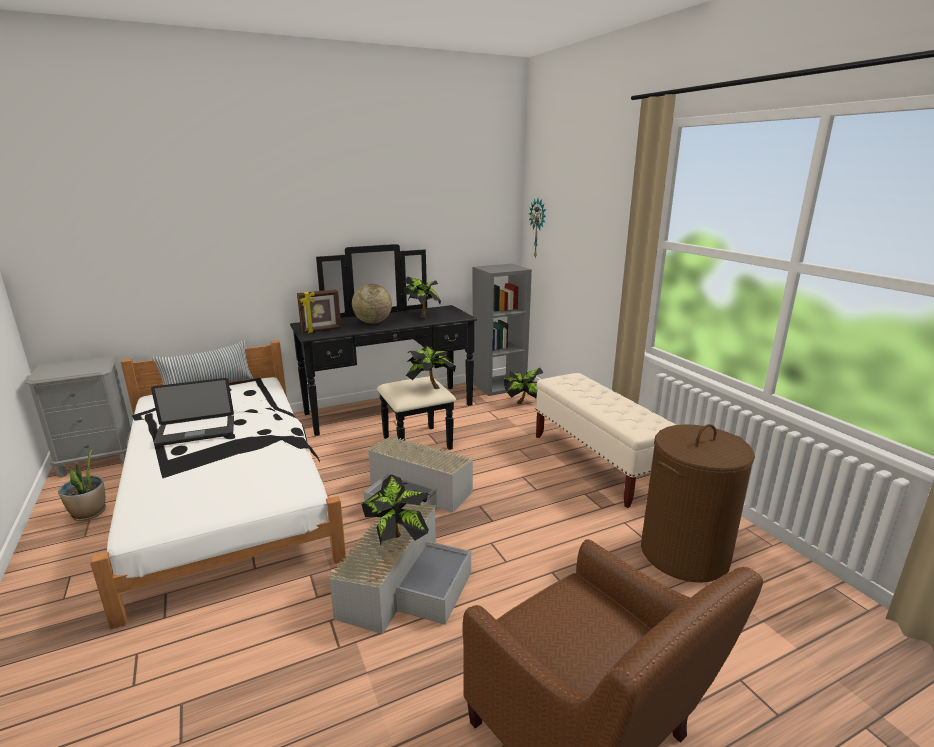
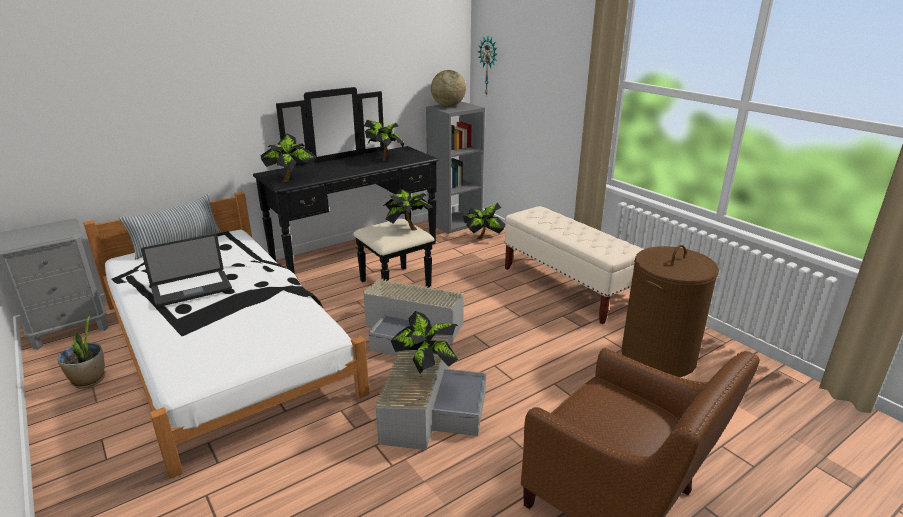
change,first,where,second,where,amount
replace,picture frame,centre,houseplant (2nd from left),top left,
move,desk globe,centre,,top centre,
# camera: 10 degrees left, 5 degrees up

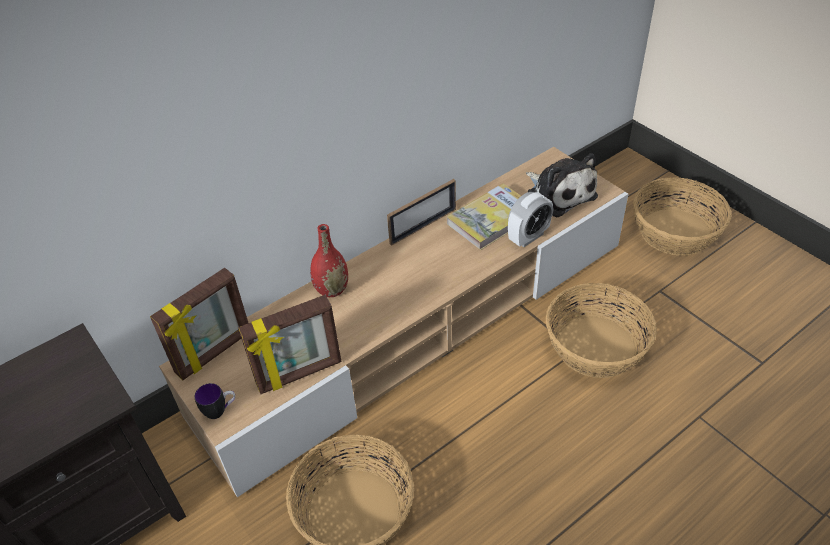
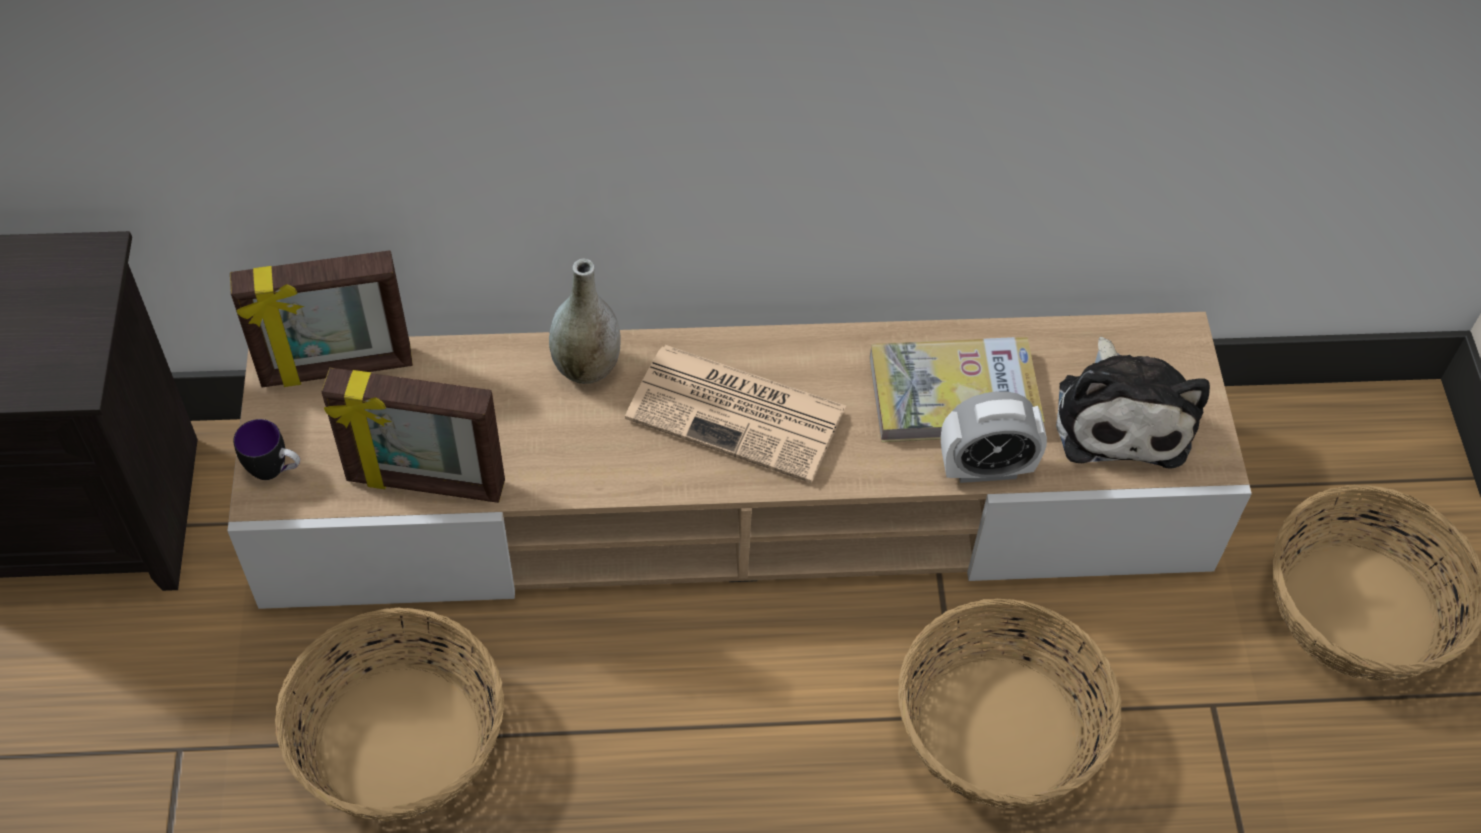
change,first,where,second,where,amount
recolor,red-coloured flower vase,centre,gray flower vase,centre,
insert,,,printed paper,centre,
delete,picture frame (3rd from left),centre,,,
# camera: 30 degrees right, 10 degrees up

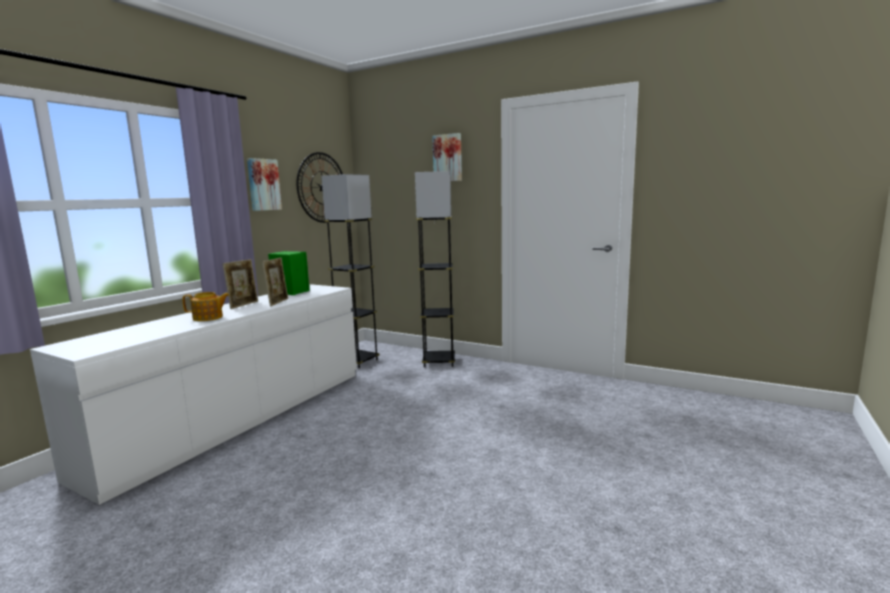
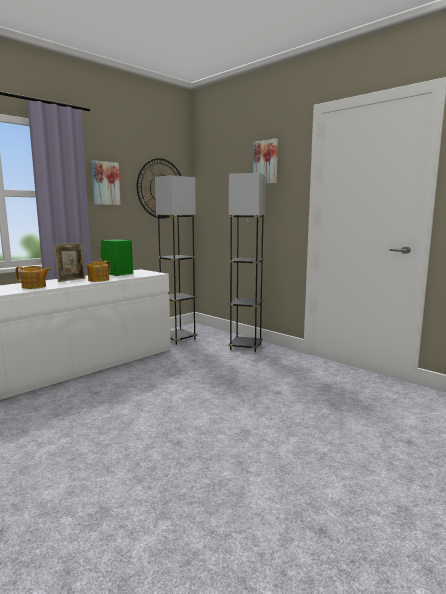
change,first,where,second,where,amount
replace,picture frame (2nd from left),middle left,tea pot (2nd from left),middle left,
# camera: 15 degrees right, 0 degrees up

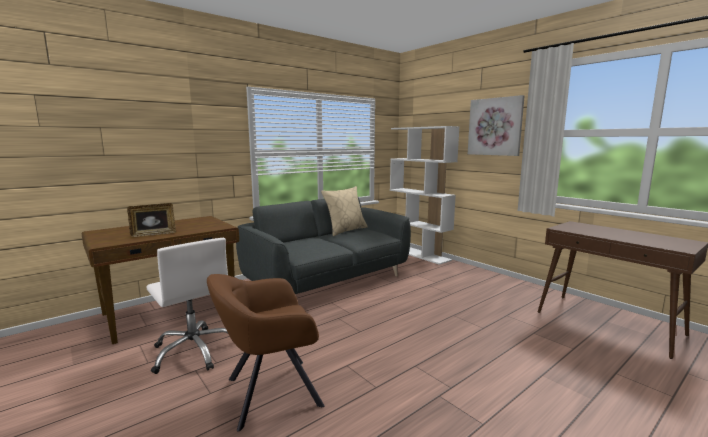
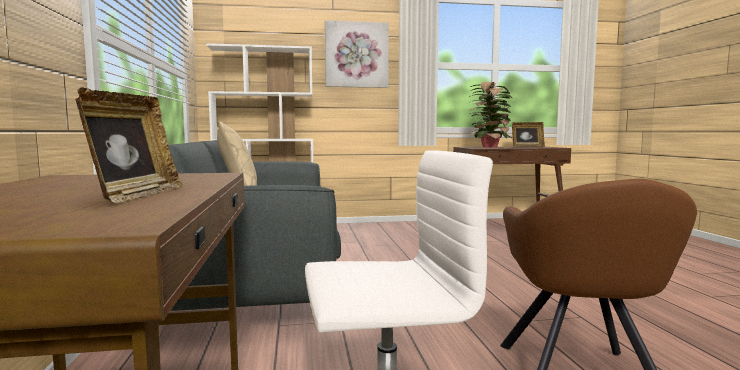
change,first,where,second,where,amount
insert,,,houseplant,top centre,
insert,,,picture frame (2nd from left),middle right,
# camera: 60 degrees left, 5 degrees down

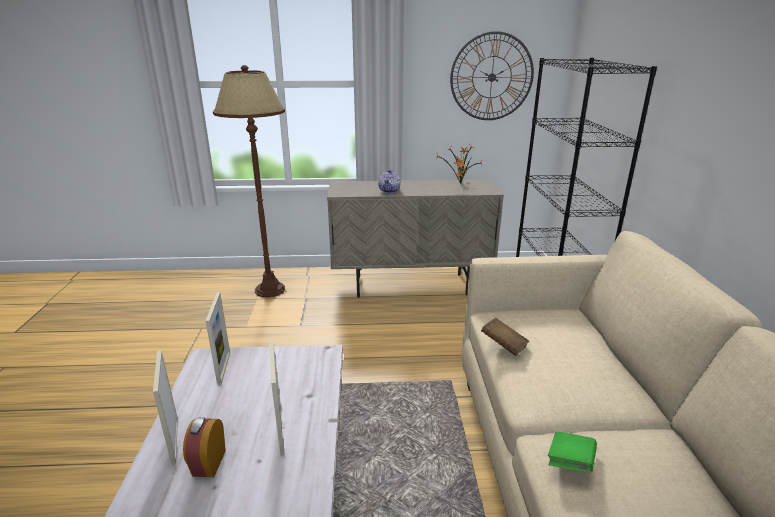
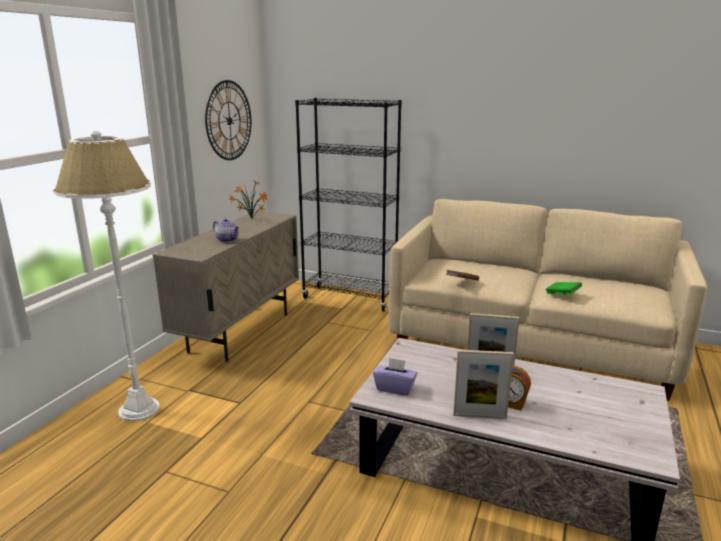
change,first,where,second,where,amount
recolor,brown-coloured standing lamp,middle left,whitish standing lamp,middle left,
replace,picture frame (2nd from left),middle left,purple tissue holder,bottom centre,
# camera: 65 degrees left, 5 degrees down

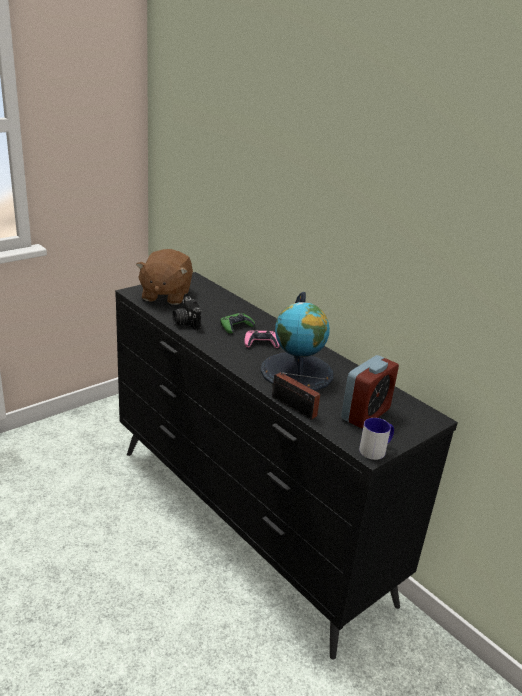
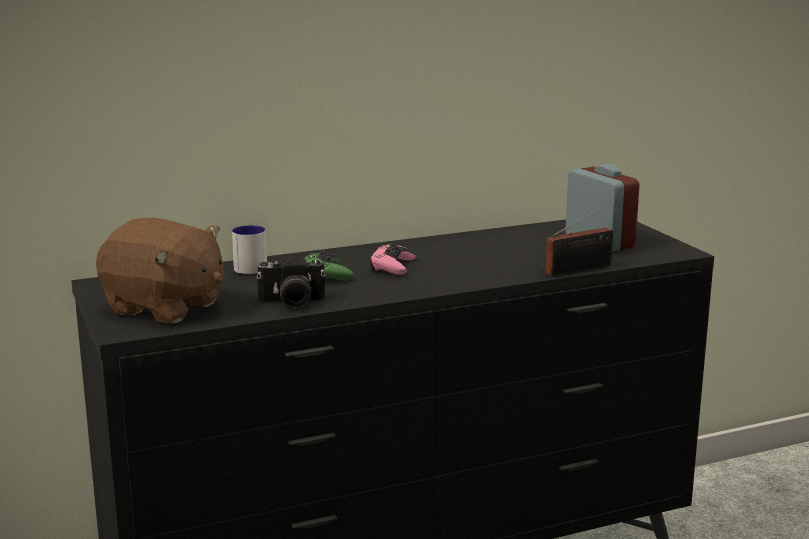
change,first,where,second,where,amount
move,coffee mug,middle right,,middle left,
delete,desk globe,centre,,,
# camera: 70 degrees left, 10 degrees down

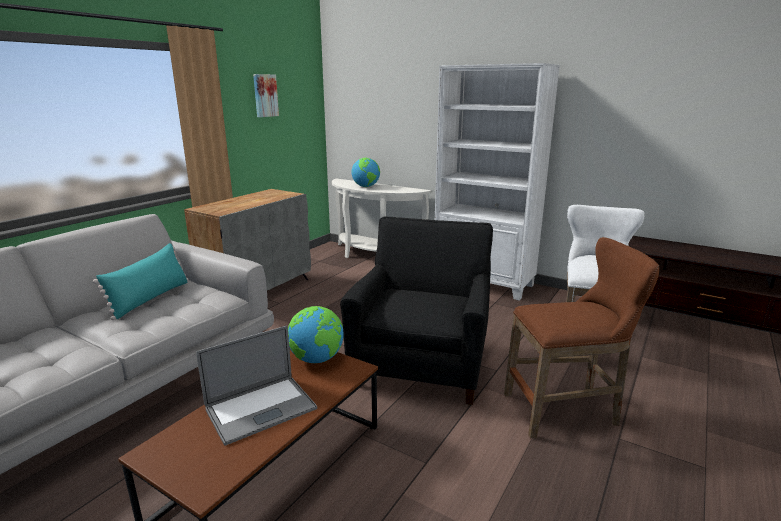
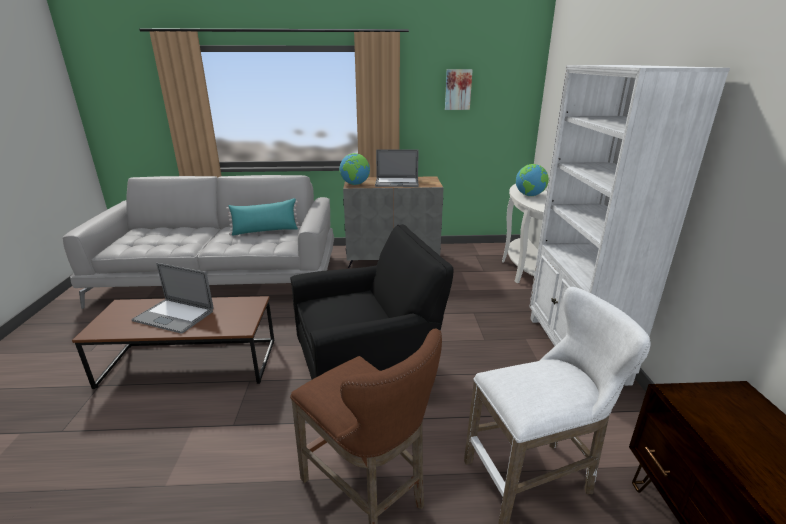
change,first,where,second,where,amount
move,desk globe (1st from left),centre,,top centre,
insert,,,laptop (2nd from left),top centre,
# camera: 55 degrees right, 5 degrees up

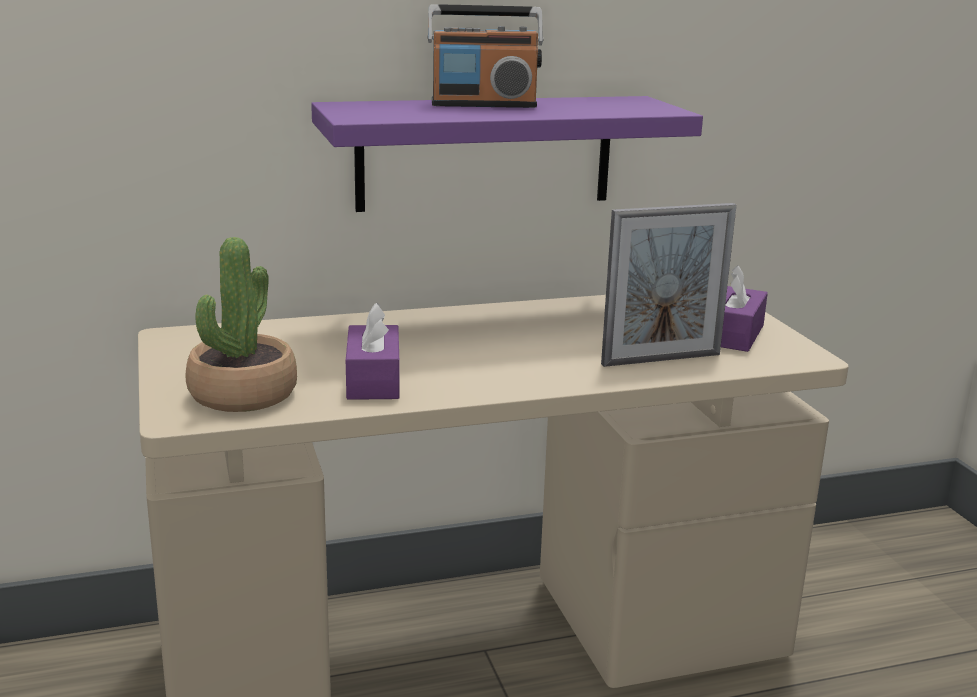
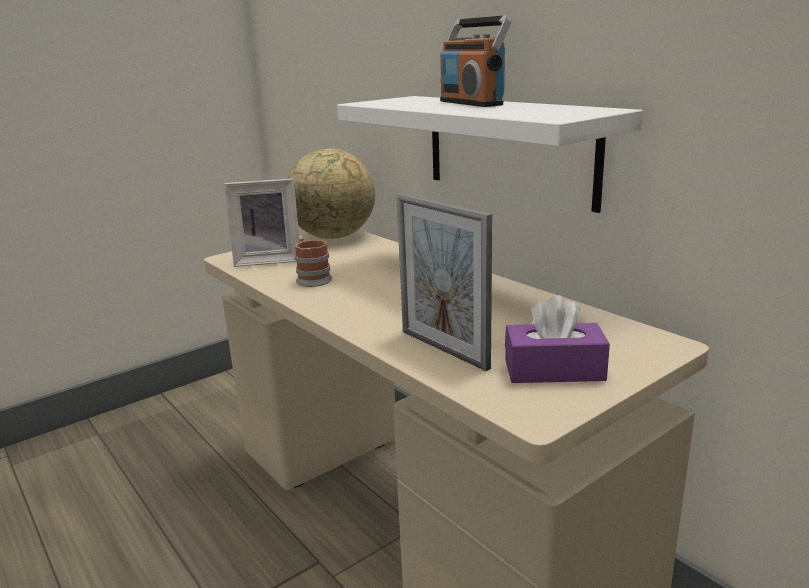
change,first,where,second,where,amount
replace,houseplant,middle left,picture frame (1st from left),middle left,
insert,,,desk globe,top centre,
replace,purple tissue holder (1st from left),centre,coffee mug,centre,
recolor,purple shelf,top centre,whitish shelf,top centre,
# camera: 70 degrees right, 0 degrees up

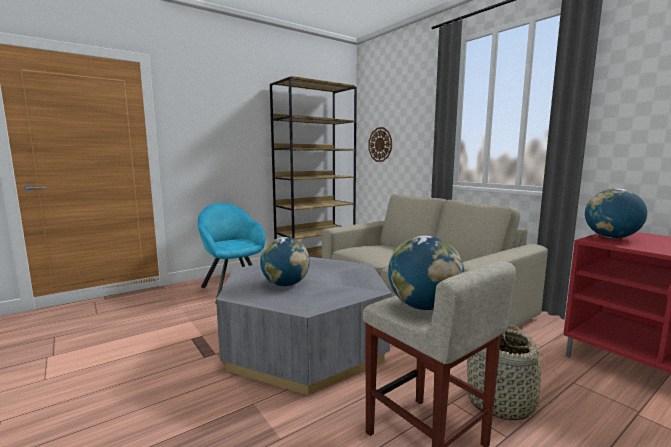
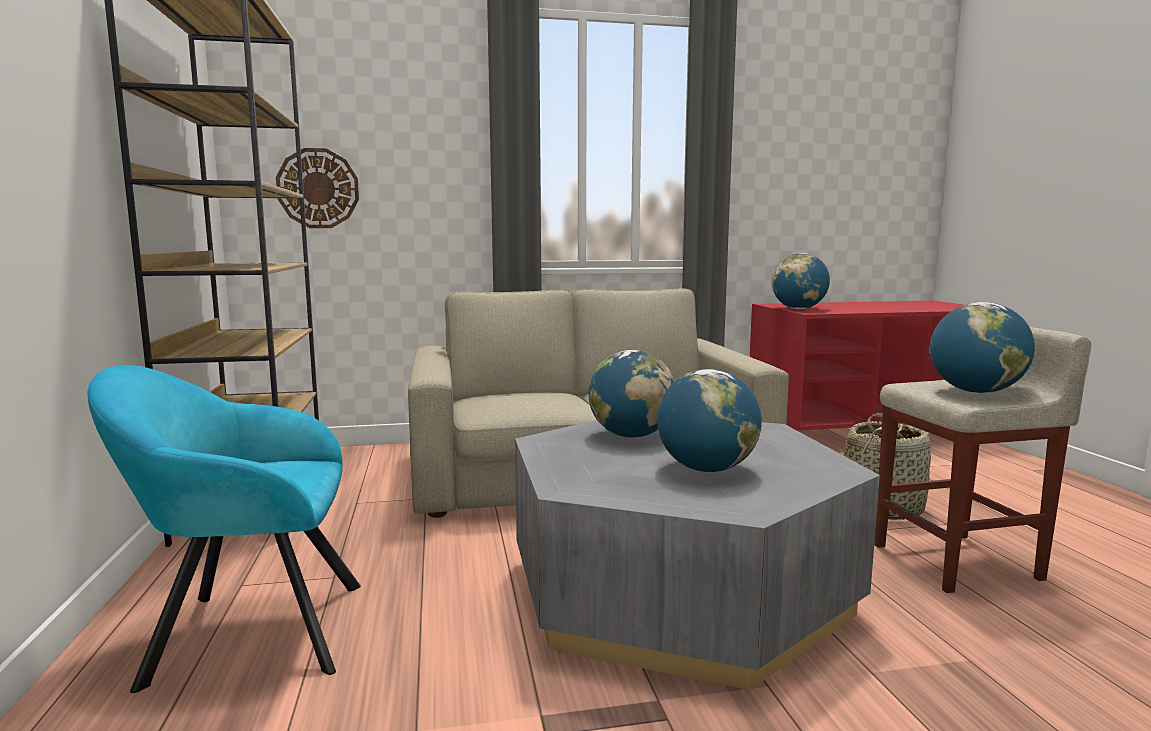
change,first,where,second,where,amount
insert,,,desk globe (1st from left),centre,
# camera: 65 degrees left, 0 degrees up

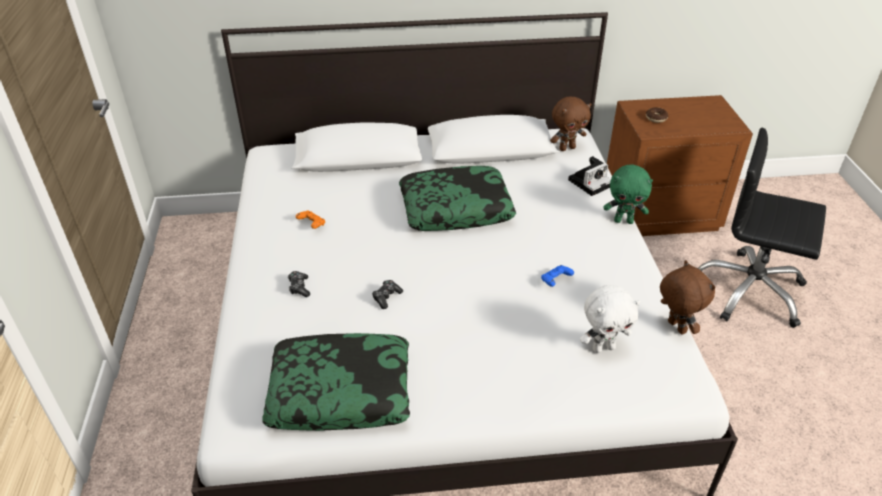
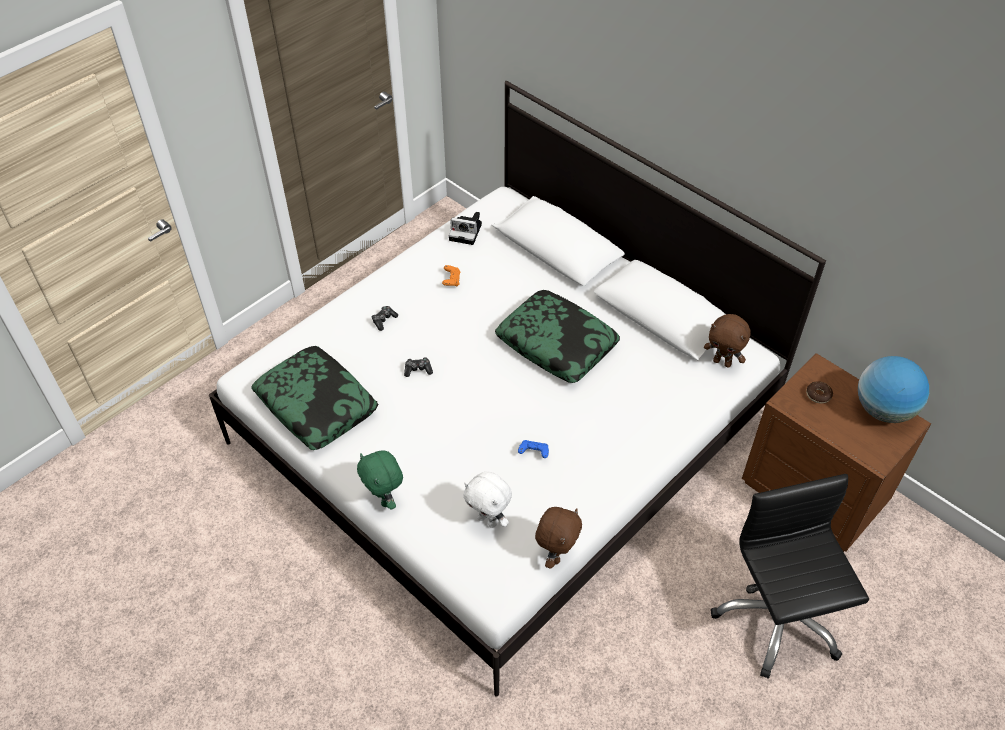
change,first,where,second,where,amount
move,green-coloured soft toy,middle right,,centre,
move,still camera,middle right,,top centre,
insert,,,desk globe,middle right,
# camera: 50 degrees right, 10 degrees up

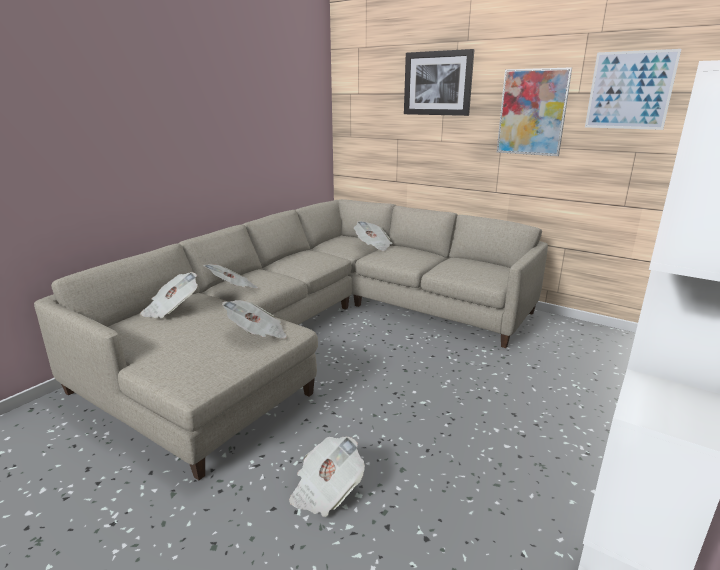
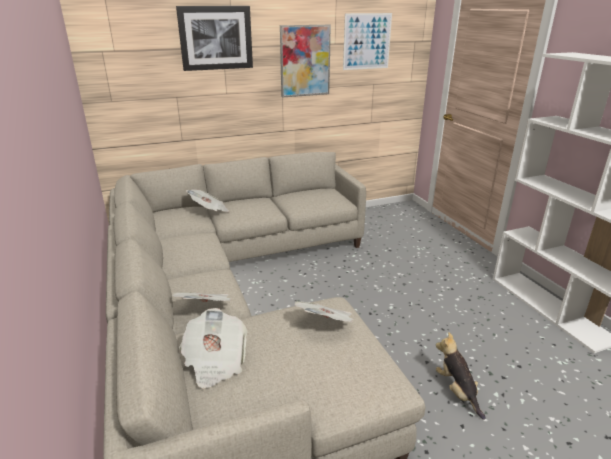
change,first,where,second,where,amount
replace,printed paper (4th from left),bottom centre,soft toy,bottom right,
# camera: 55 degrees left, 5 degrees up

